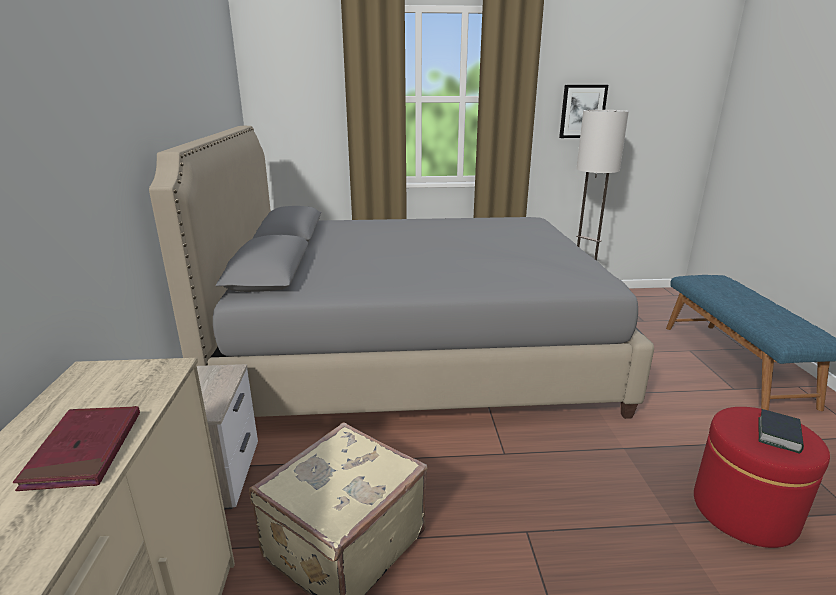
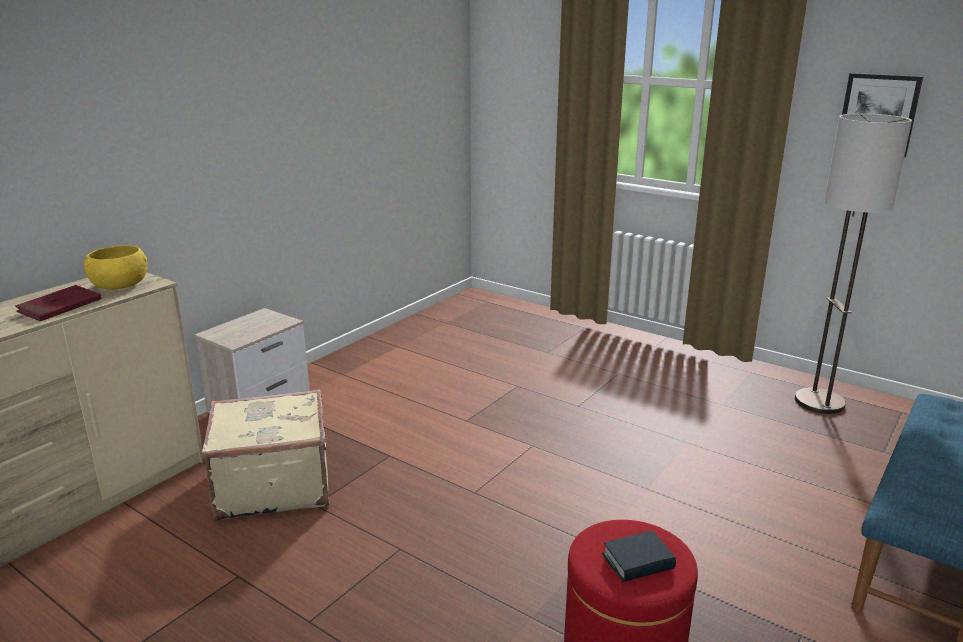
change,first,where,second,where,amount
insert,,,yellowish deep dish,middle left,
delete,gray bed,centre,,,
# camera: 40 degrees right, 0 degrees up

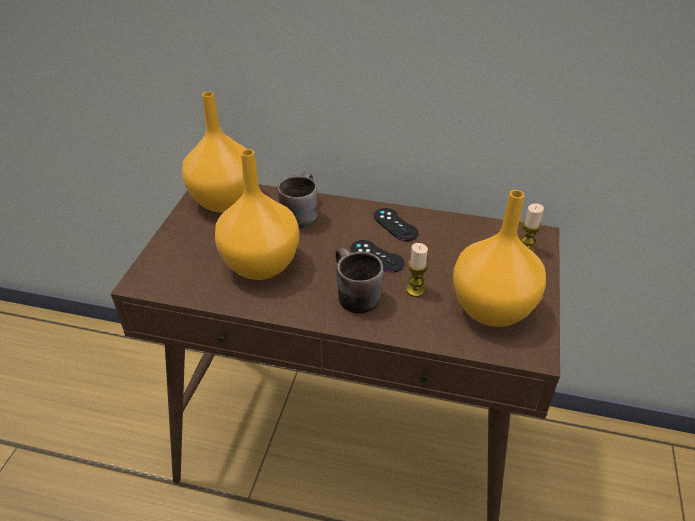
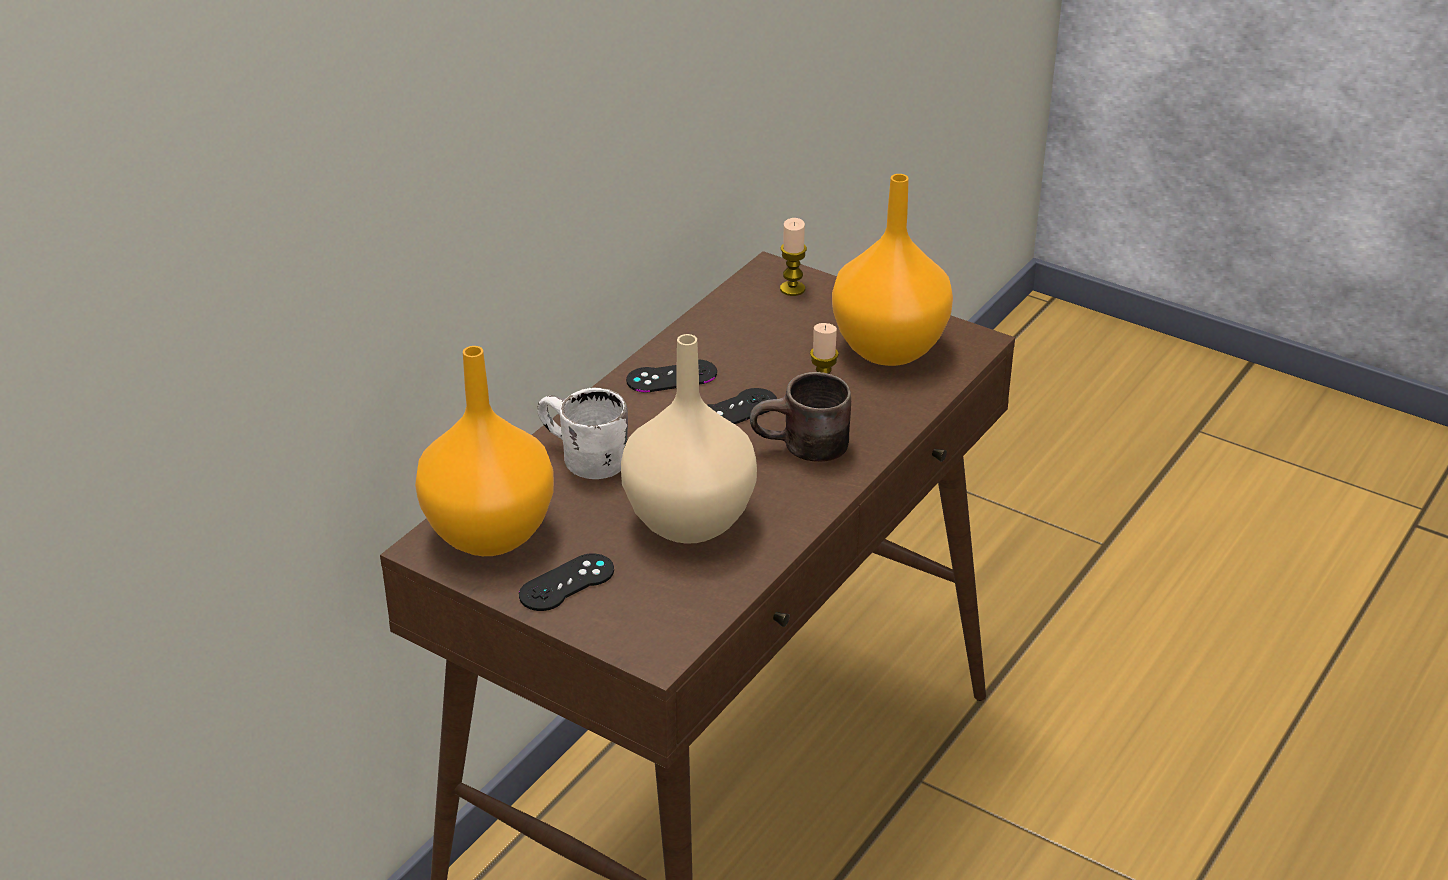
change,first,where,second,where,amount
insert,,,blackish joypad (1st from left),centre,
recolor,brown-coloured coffee mug (1st from left),centre,whitish coffee mug,centre,
recolor,orangey flower vase (2nd from left),centre,sand-coloured flower vase,centre,
# camera: 70 degrees left, 5 degrees down

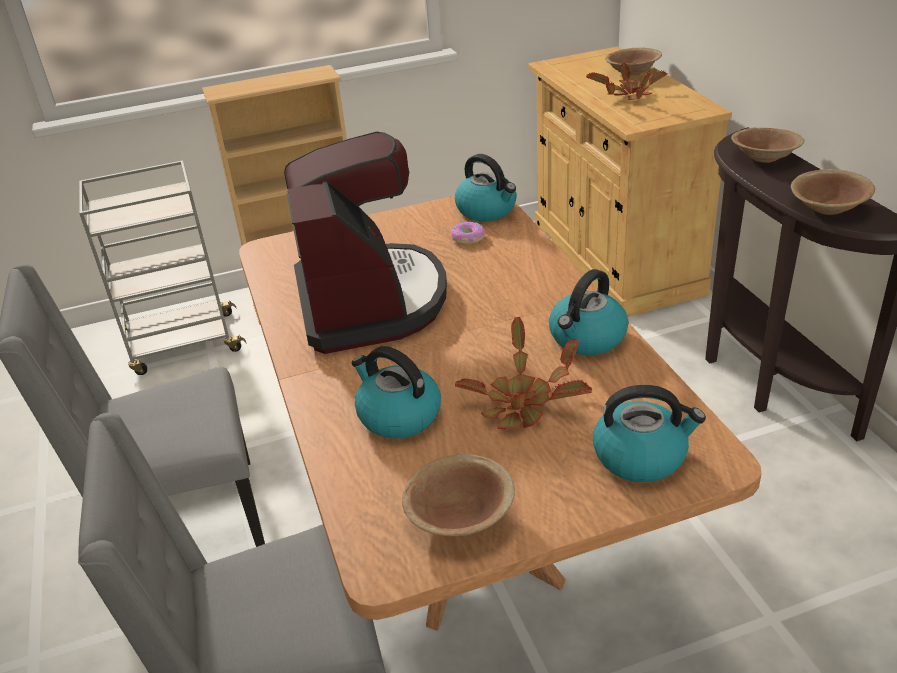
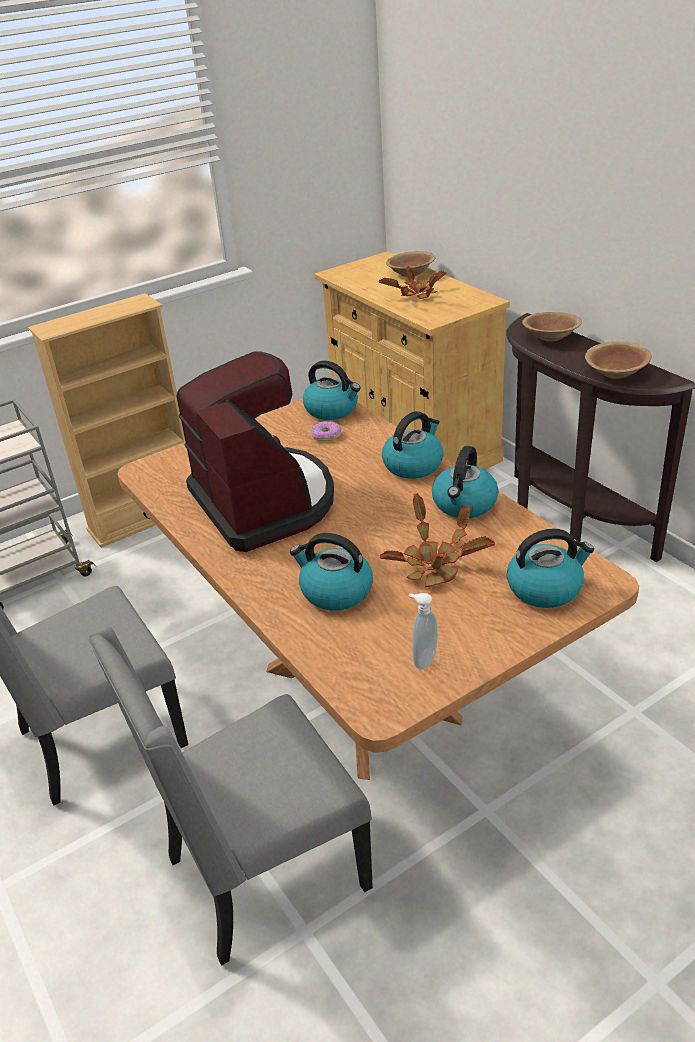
change,first,where,second,where,amount
insert,,,tea kettle (3rd from left),centre,
replace,brown-coloured deep dish (1st from left),bottom centre,soap bottle,centre,
# camera: 15 degrees left, 0 degrees up

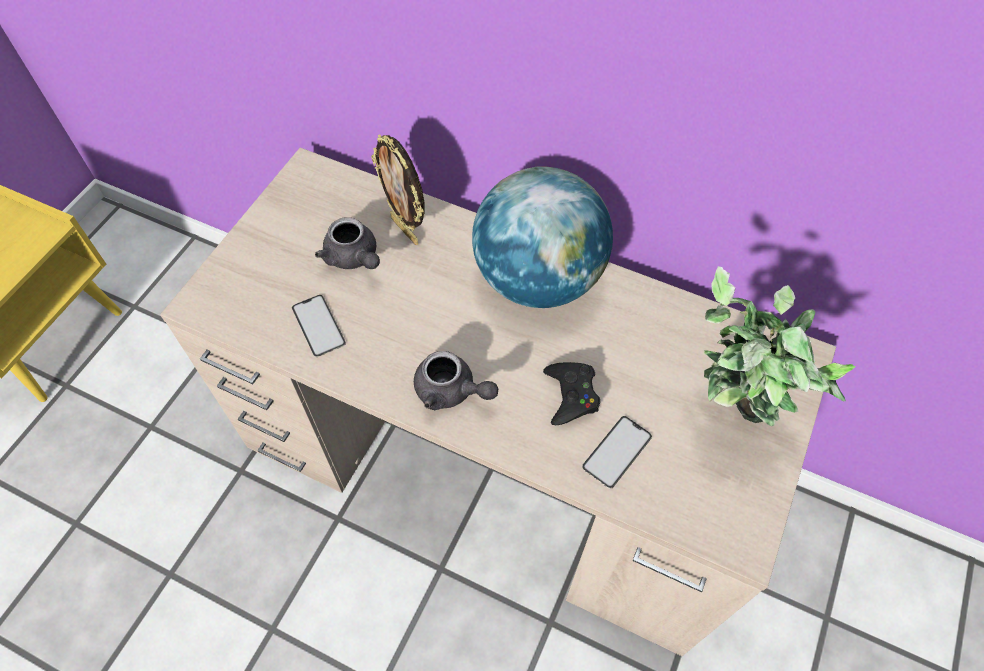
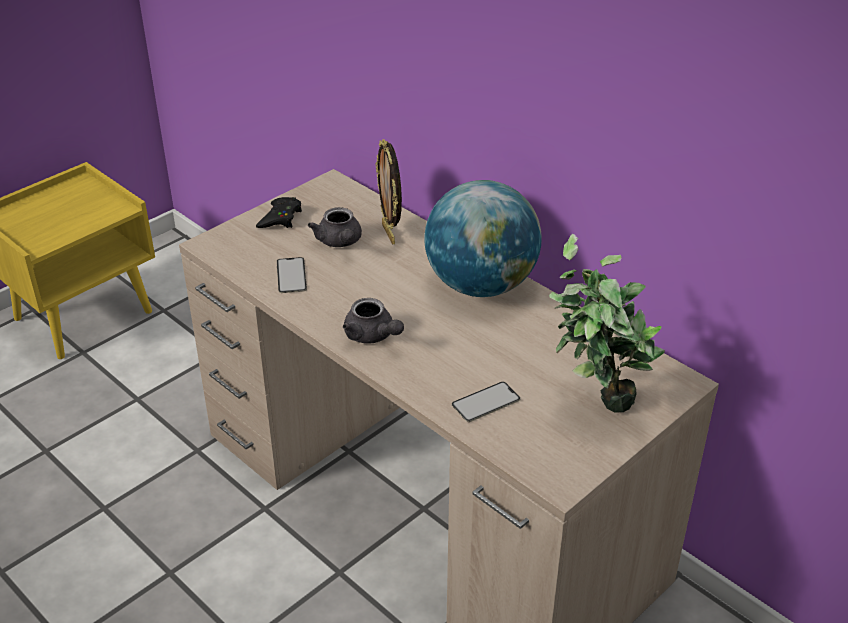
change,first,where,second,where,amount
move,blackish joypad,centre,,middle left,
# camera: 20 degrees right, 20 degrees down

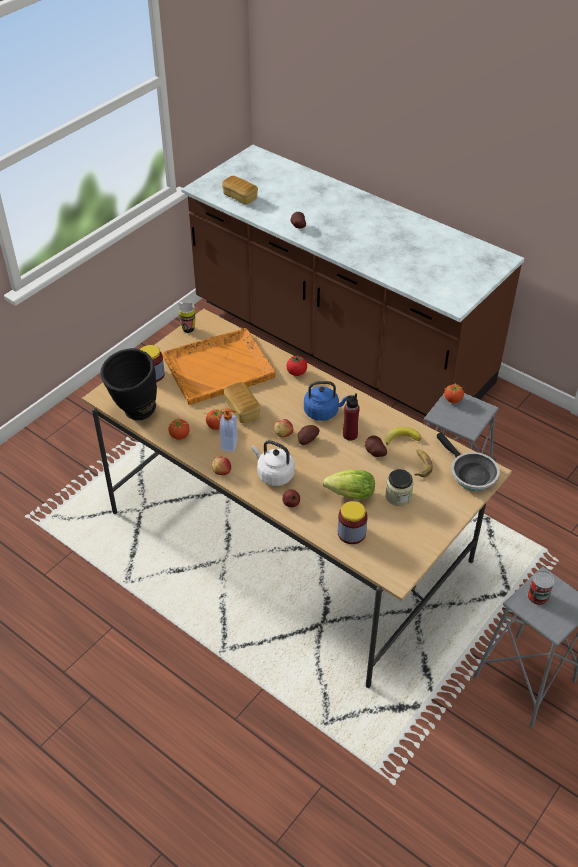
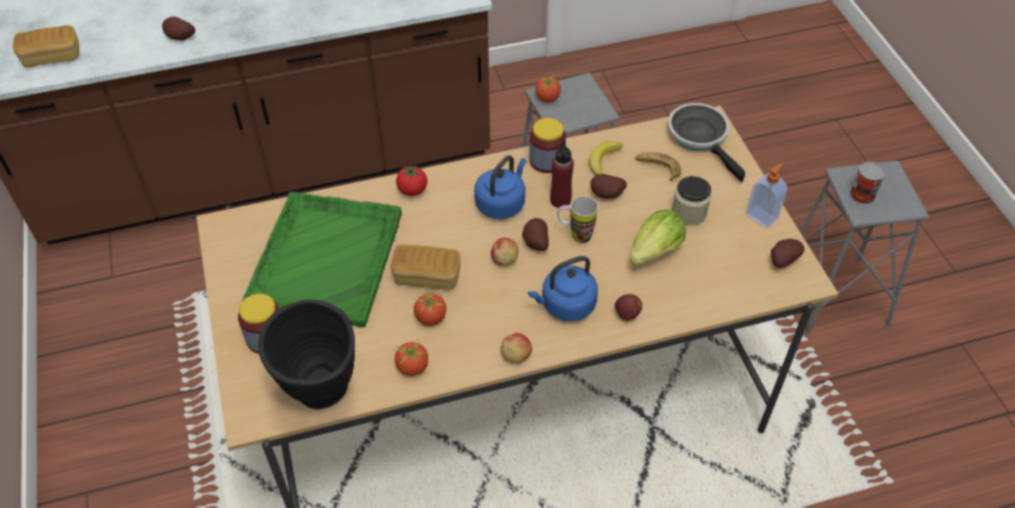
change,first,where,second,where,amount
recolor,orangey tray,centre,green-coloured tray,middle left,
recolor,whitish tea kettle,centre,bluish tea kettle (2nd from left),centre,
move,jar (2nd from left),centre,,top centre,
move,coffee mug,middle left,,centre,
rotate,frying pan,middle right,,top right,120 degrees counterclockwise
move,soap bottle,centre,,middle right,
insert,,,spud (4th from left),middle right,
# camera: 55 degrees left, 5 degrees up

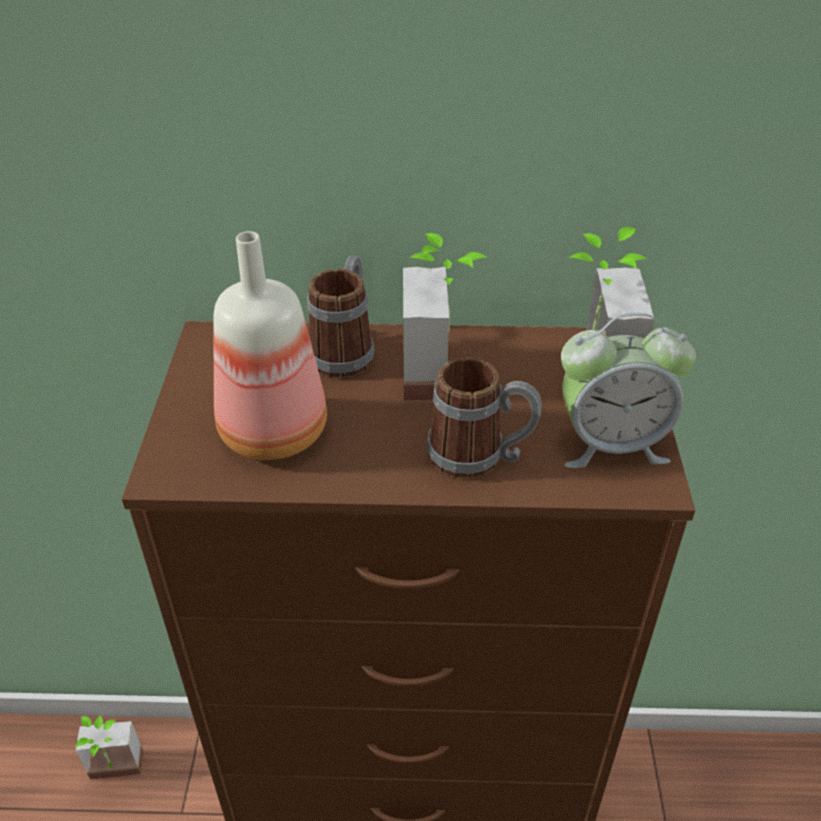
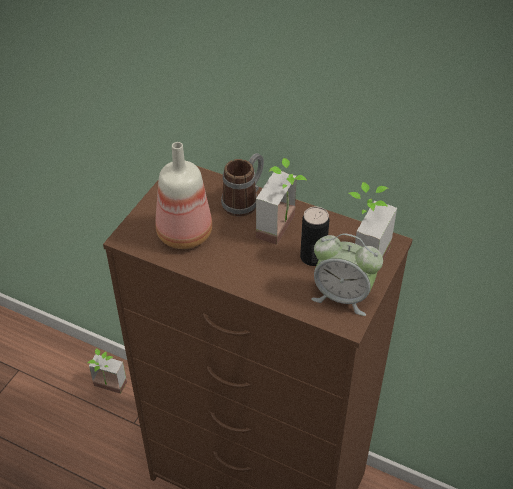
change,first,where,second,where,amount
insert,,,sealed can,centre,
delete,coffee mug (2nd from left),centre,,,
# camera: 25 degrees right, 5 degrees up

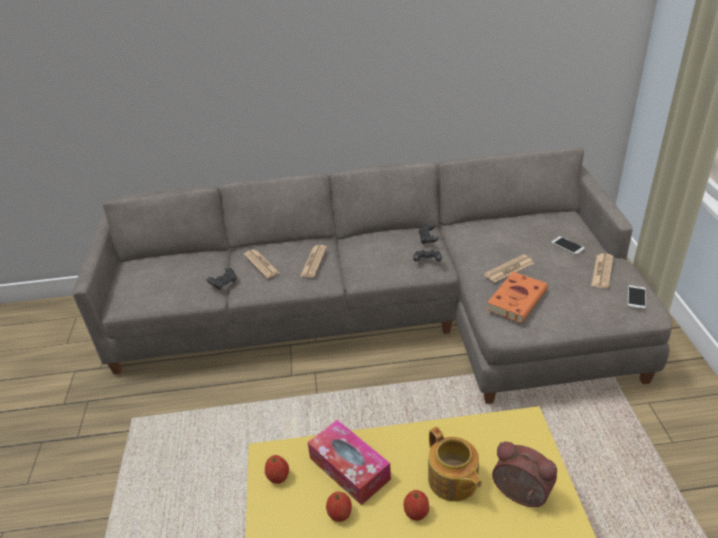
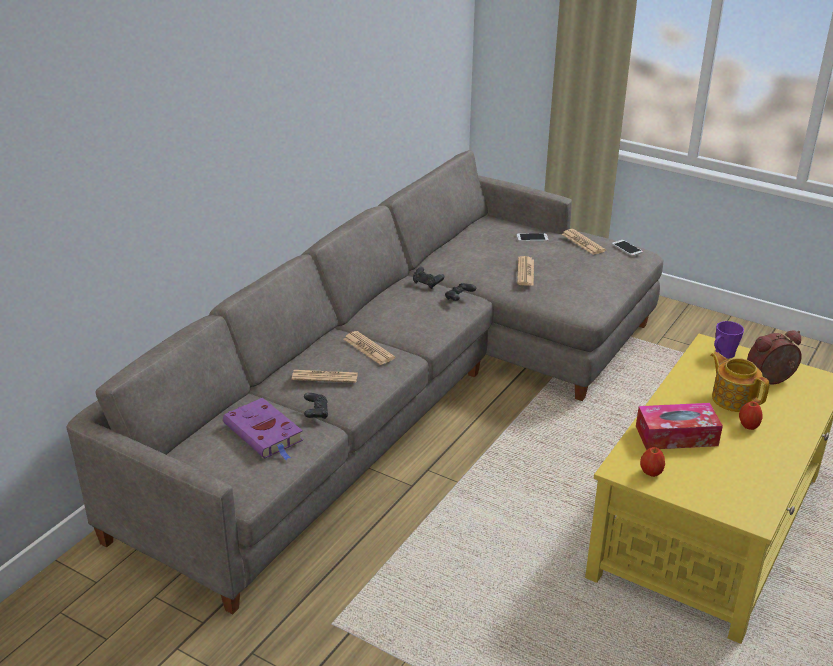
change,first,where,second,where,amount
insert,,,purple volume,middle left,
rotate,tea pot,bottom centre,,middle right,135 degrees counterclockwise
insert,,,purple coffee mug,middle right,
delete,whole apple (2nd from left),bottom centre,,,
delete,orangey volume,middle right,,,
# camera: 55 degrees left, 5 degrees down

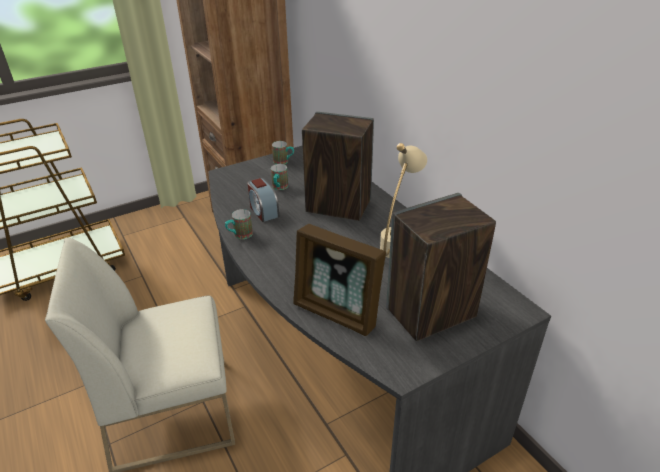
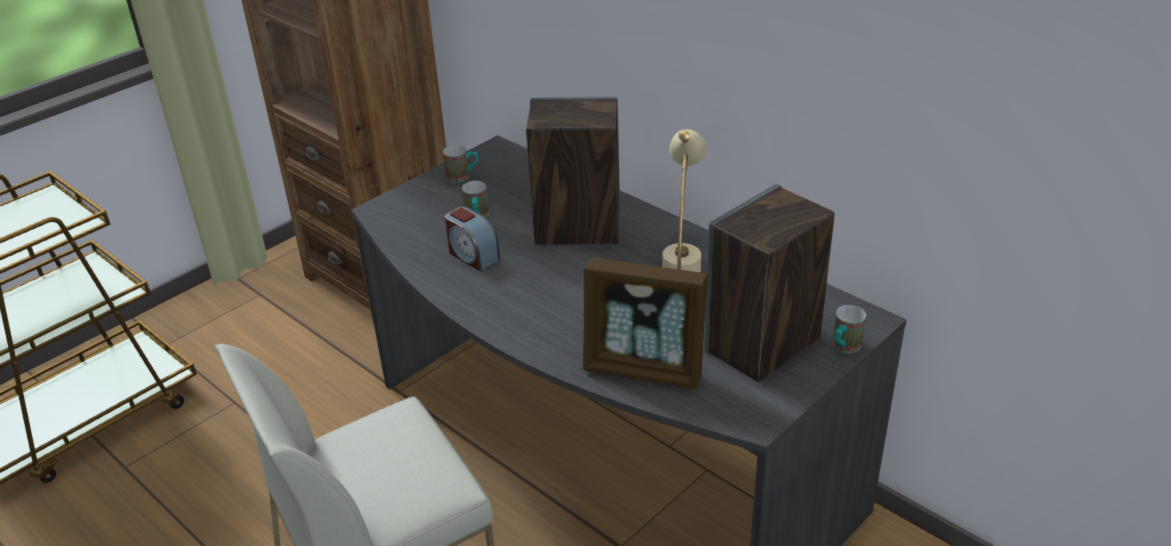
change,first,where,second,where,amount
move,coffee mug (1st from left in the first image),centre,coffee mug (3rd from left),middle right,
# camera: 15 degrees left, 0 degrees up

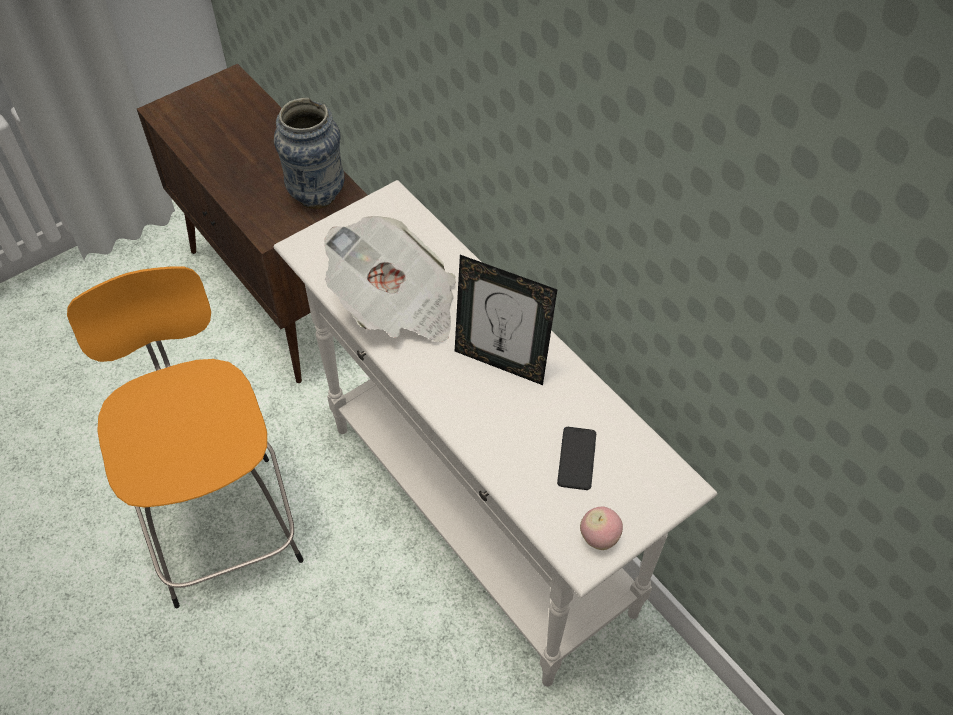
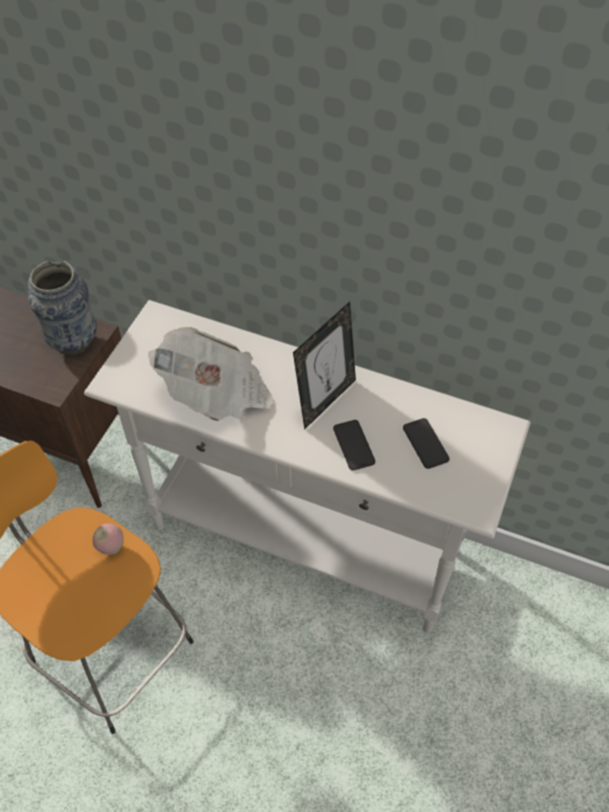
change,first,where,second,where,amount
move,whole apple,bottom centre,,middle left,
rotate,picture frame,centre,,centre,45 degrees counterclockwise
insert,,,telephone (1st from left),centre,
# camera: 30 degrees left, 0 degrees up

